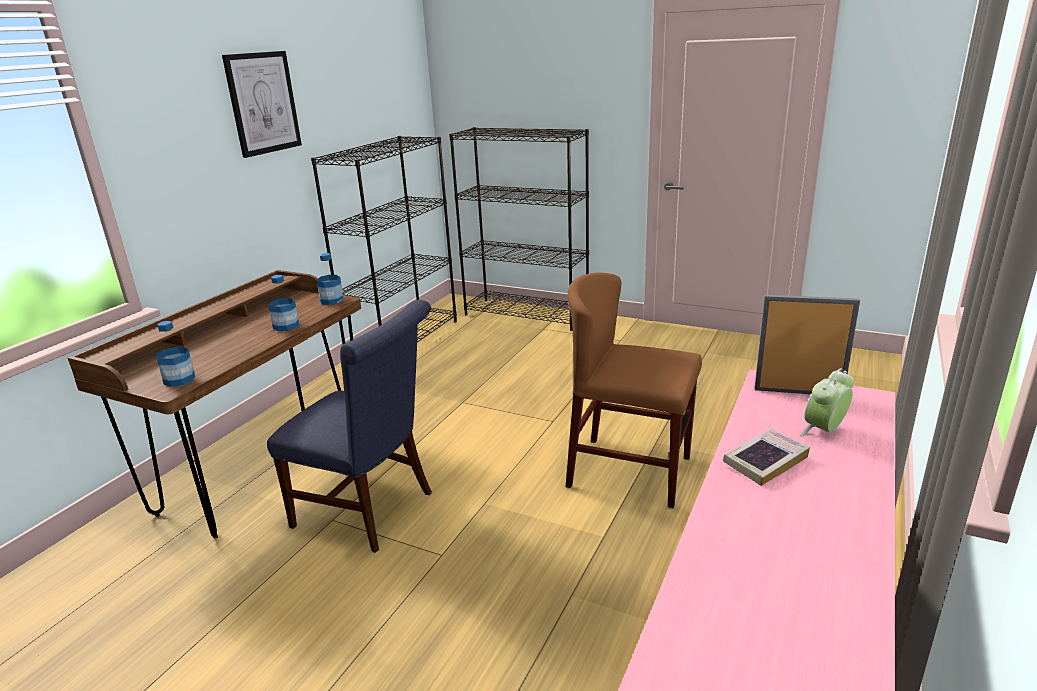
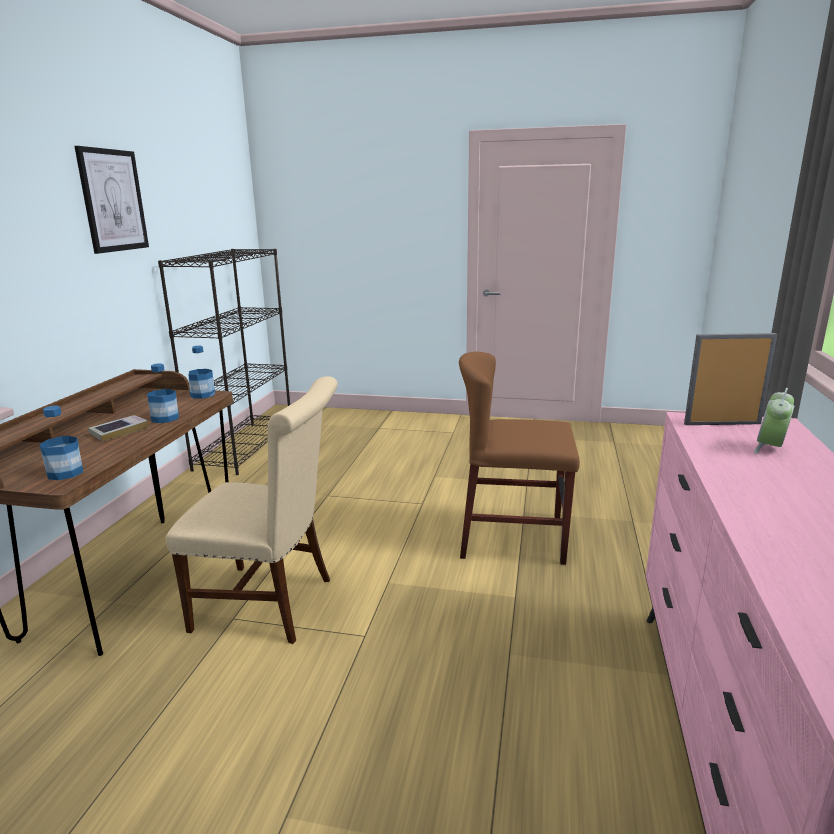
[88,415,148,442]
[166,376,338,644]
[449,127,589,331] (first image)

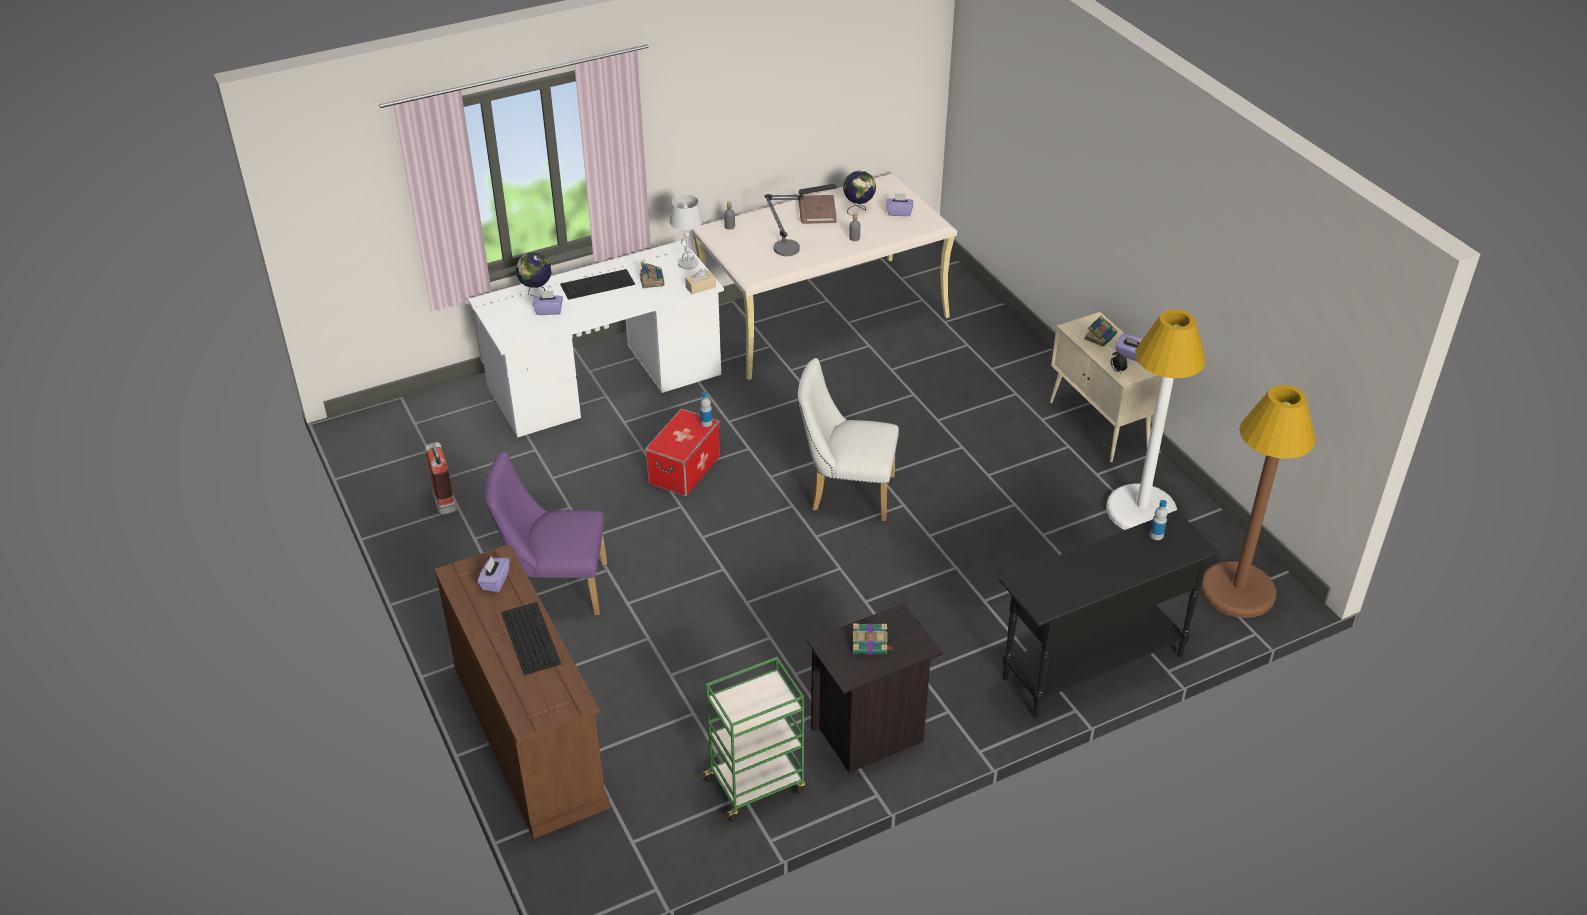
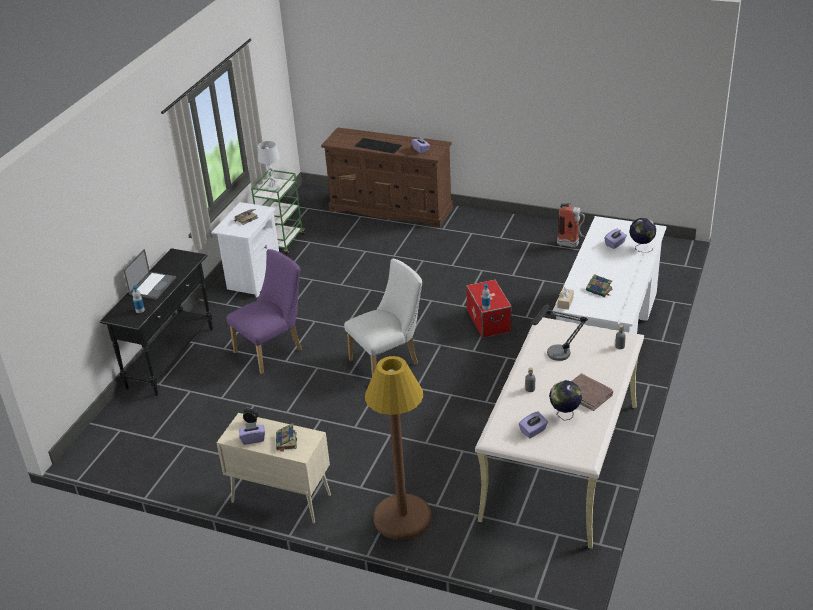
[123,249,176,299]
[211,202,279,297]
[226,249,302,374]
[258,141,280,191]
[365,356,432,540]
[560,269,635,300] (first image)
[1106,309,1206,530] (first image)

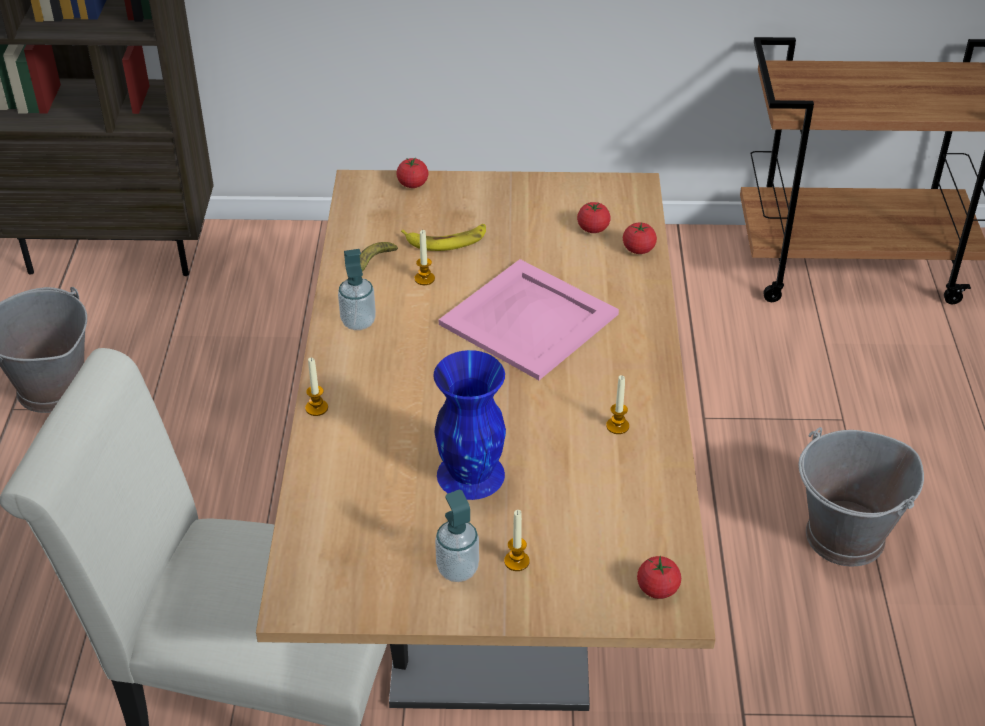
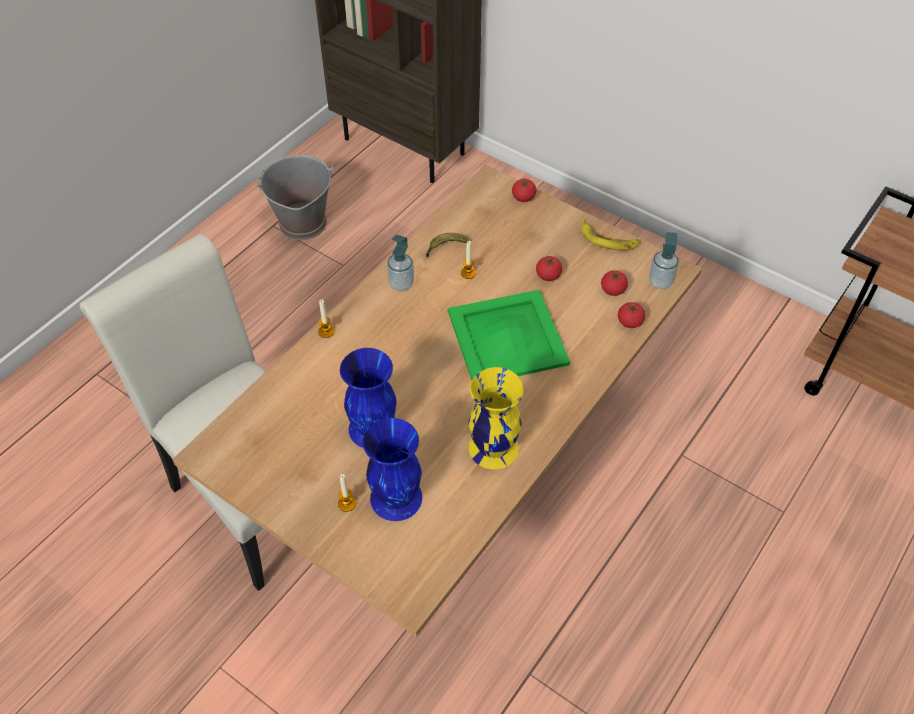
[363,418,422,521]
[448,290,570,380]
[469,367,524,469]
[536,255,562,281]
[581,219,641,251]
[649,232,679,289]
[798,427,924,567] (first image)

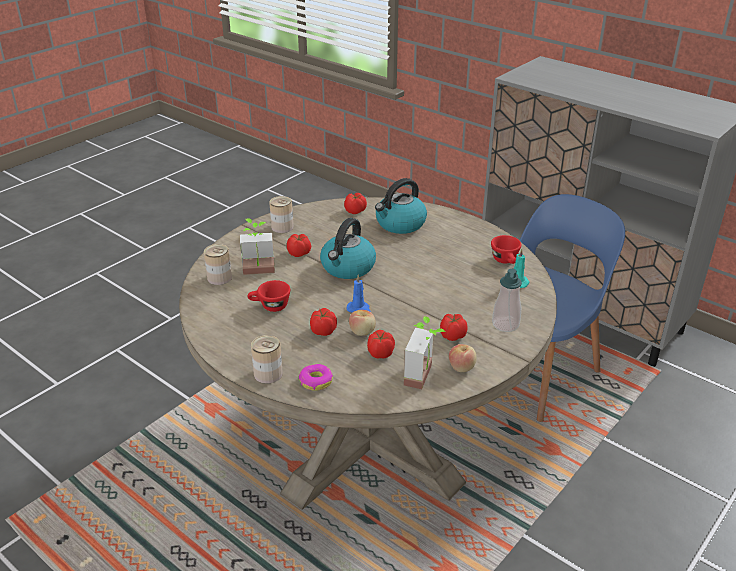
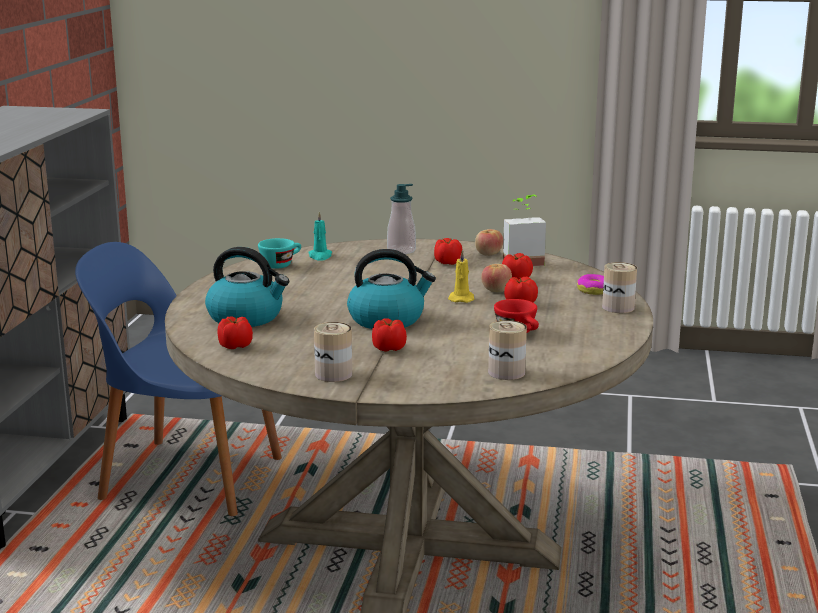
[258,238,301,269]
[448,250,474,303]
[240,218,275,275] (first image)

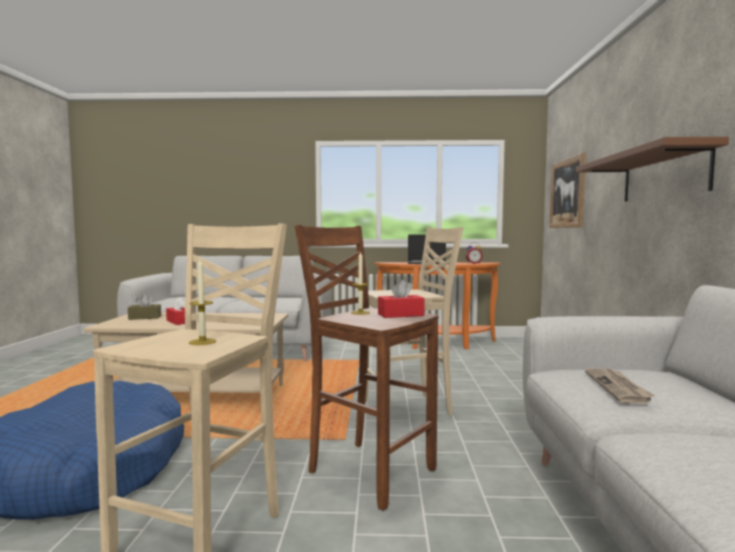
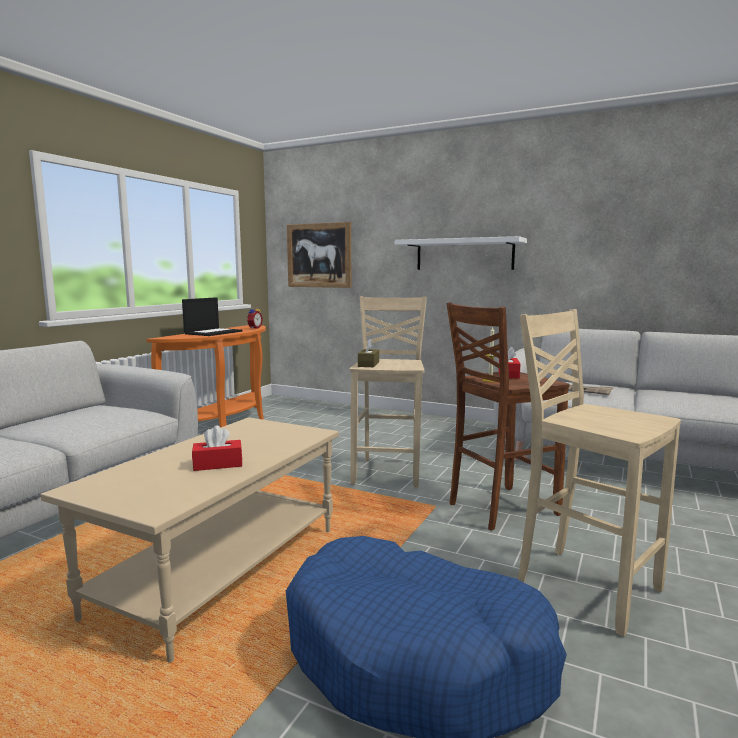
[358,339,379,367]
[395,236,527,270]
[189,259,216,345] (first image)

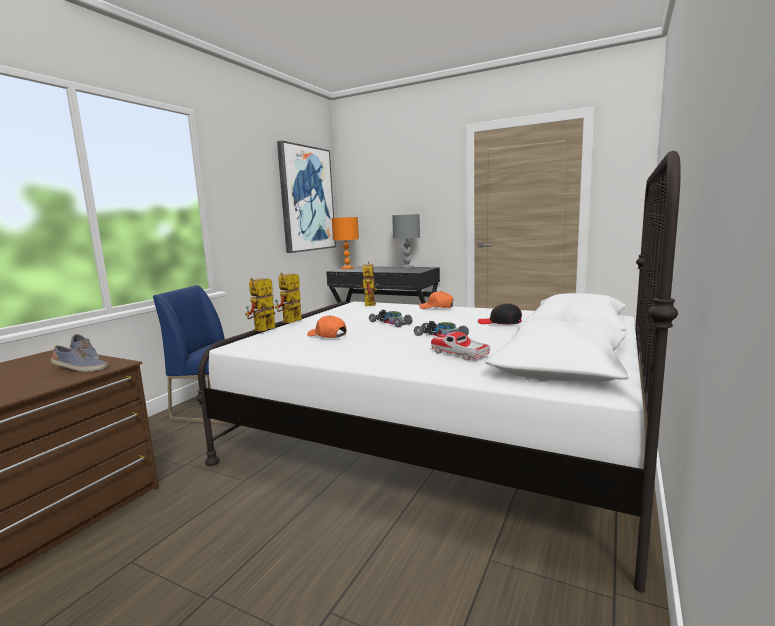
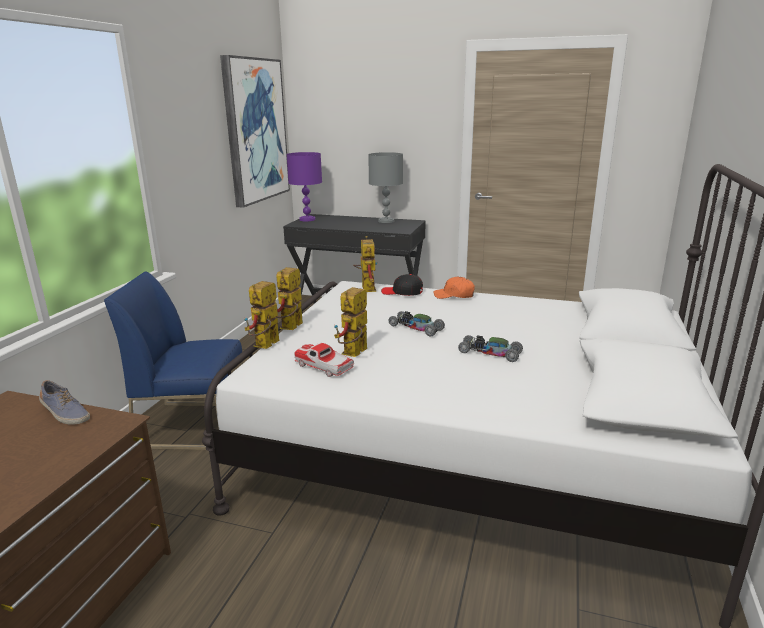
[287,152,322,221]
[294,343,354,377]
[334,287,367,357]
[381,274,423,296]
[51,345,108,372] (first image)

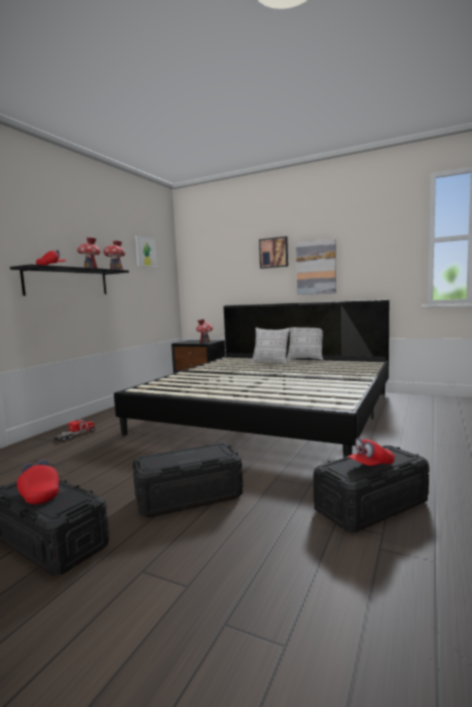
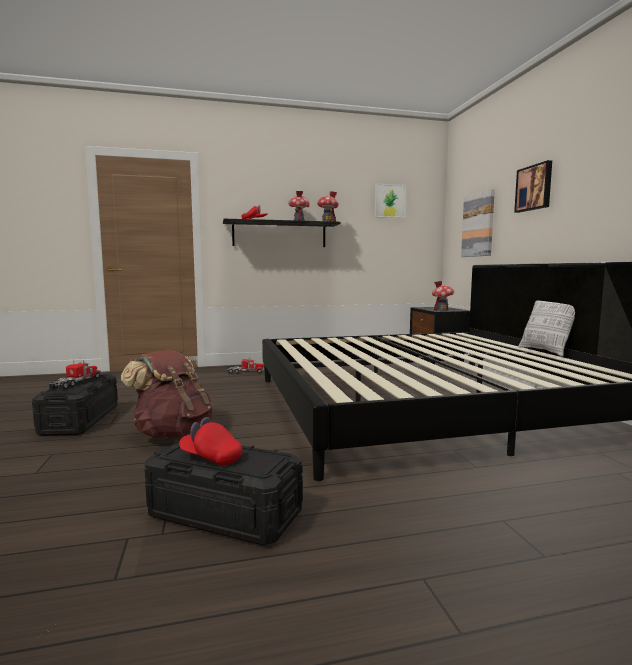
[49,360,101,390]
[121,350,212,439]
[461,189,495,257]
[251,327,290,364] (first image)

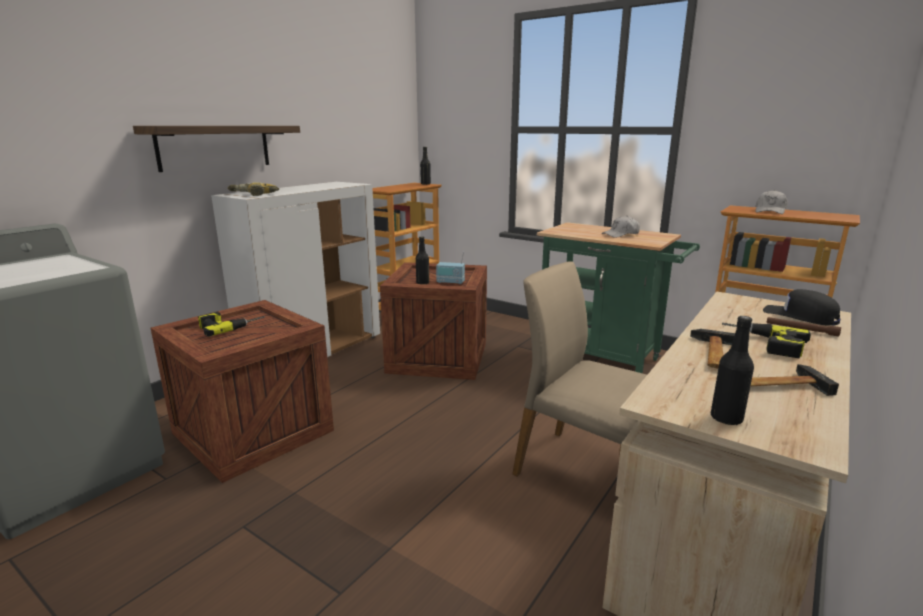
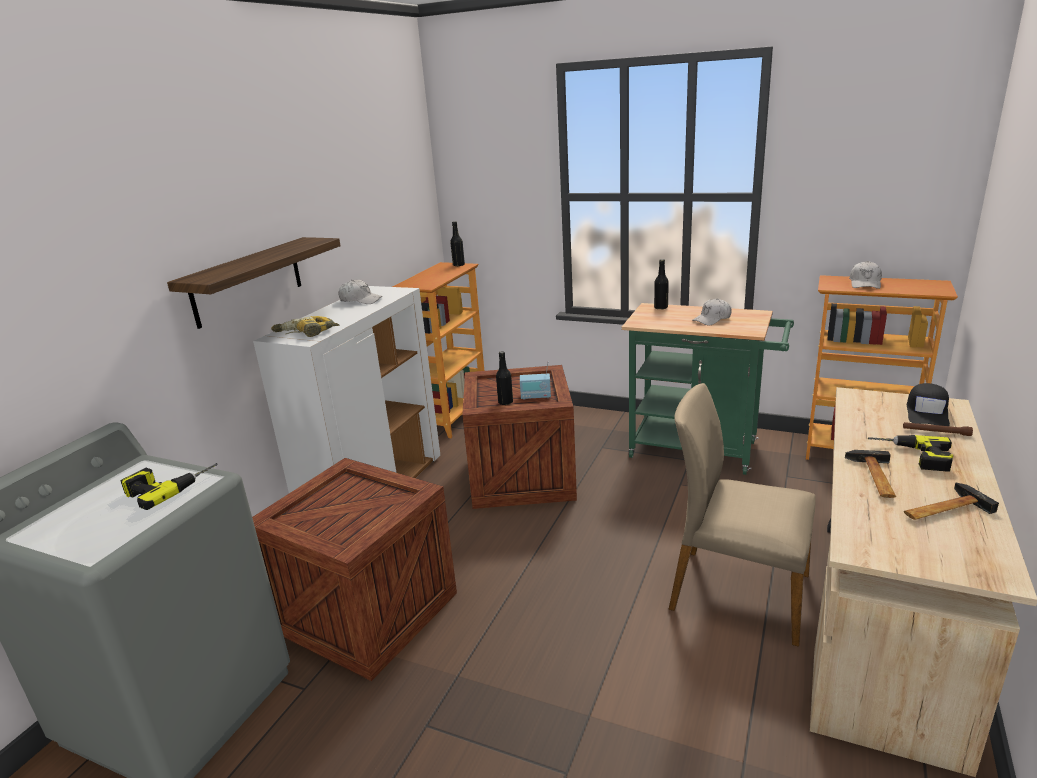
[120,463,218,510]
[339,280,383,304]
[654,259,669,310]
[907,383,950,426]

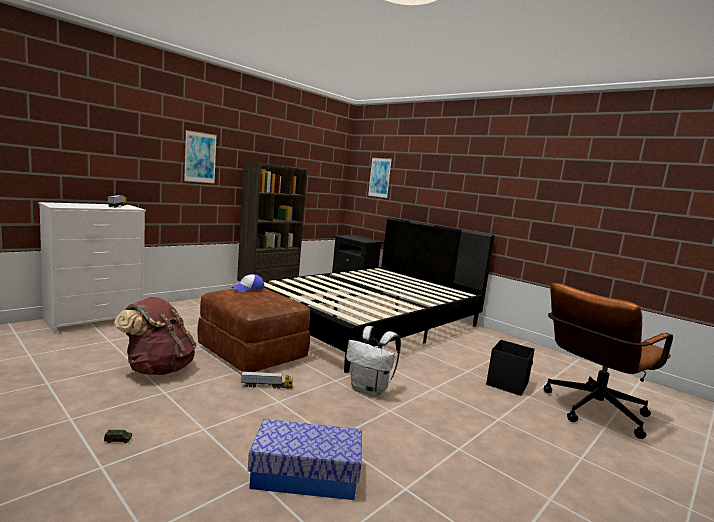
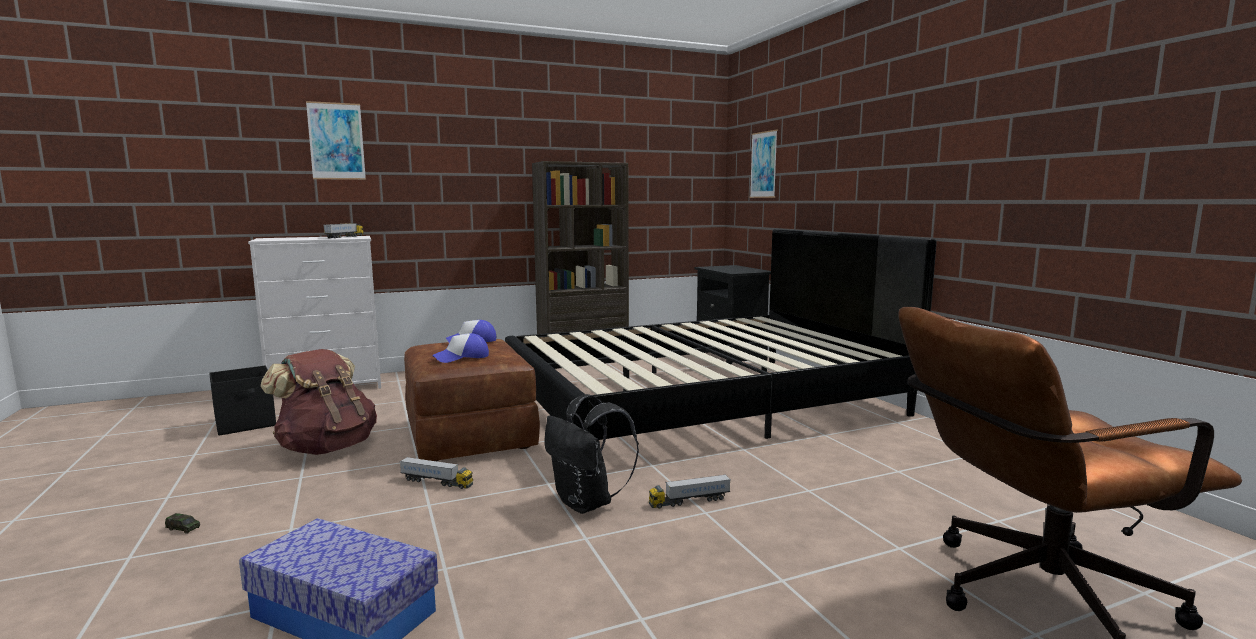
[209,365,276,436]
[306,101,366,180]
[432,333,489,363]
[545,394,639,514]
[649,474,731,509]

